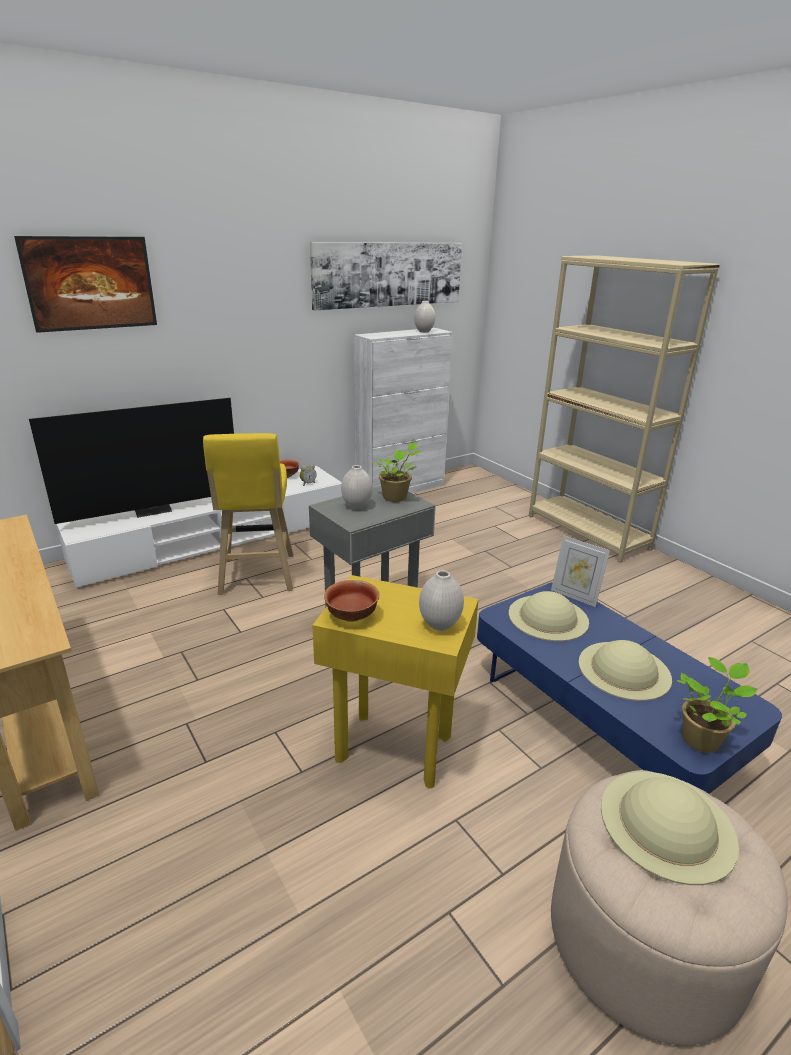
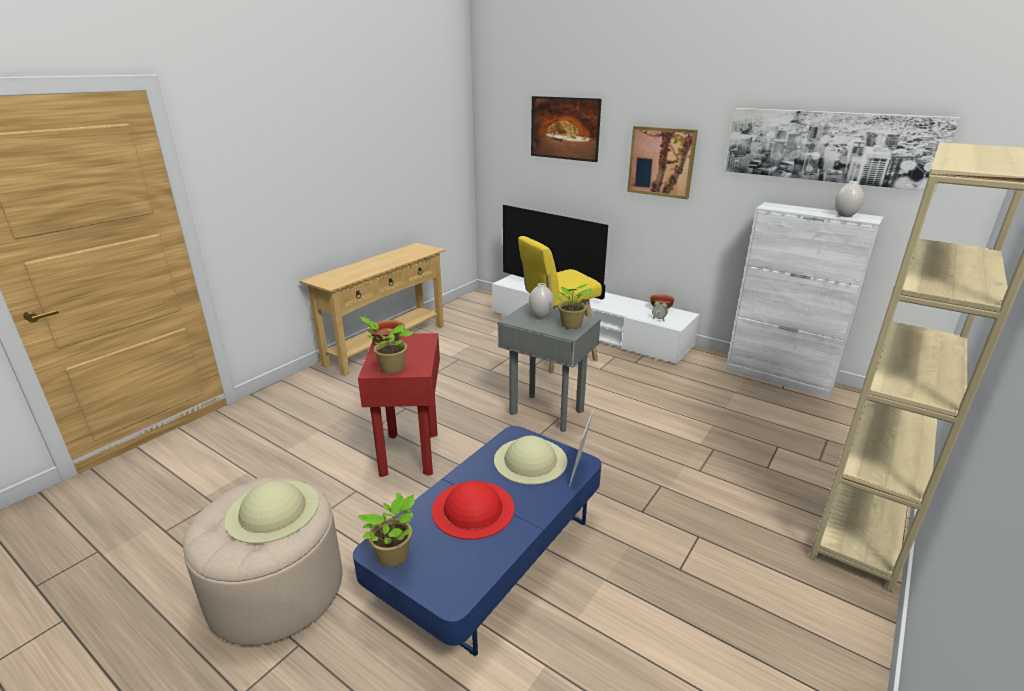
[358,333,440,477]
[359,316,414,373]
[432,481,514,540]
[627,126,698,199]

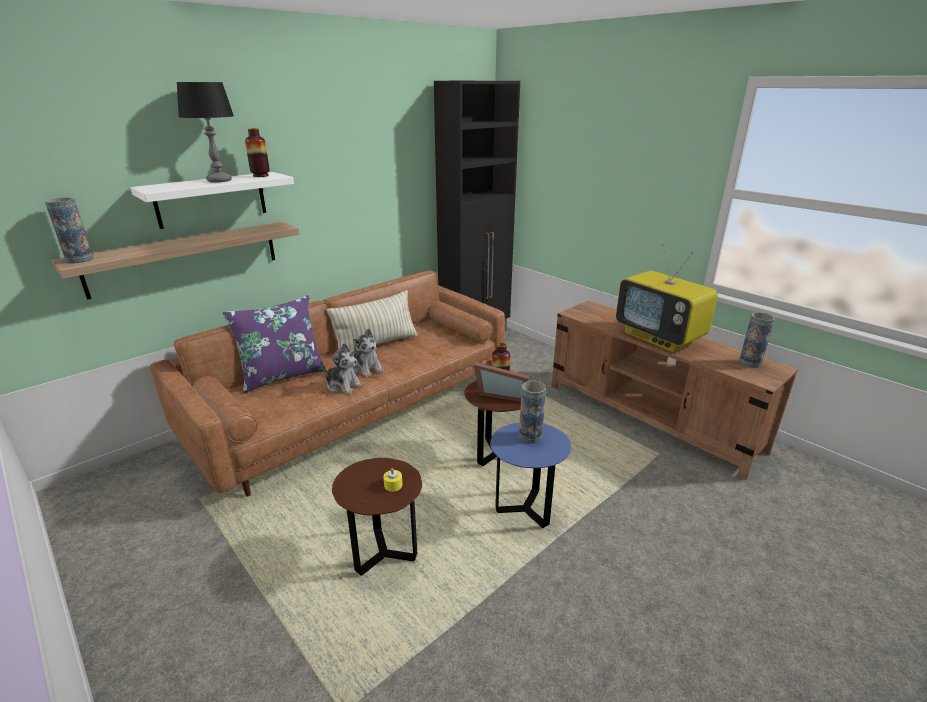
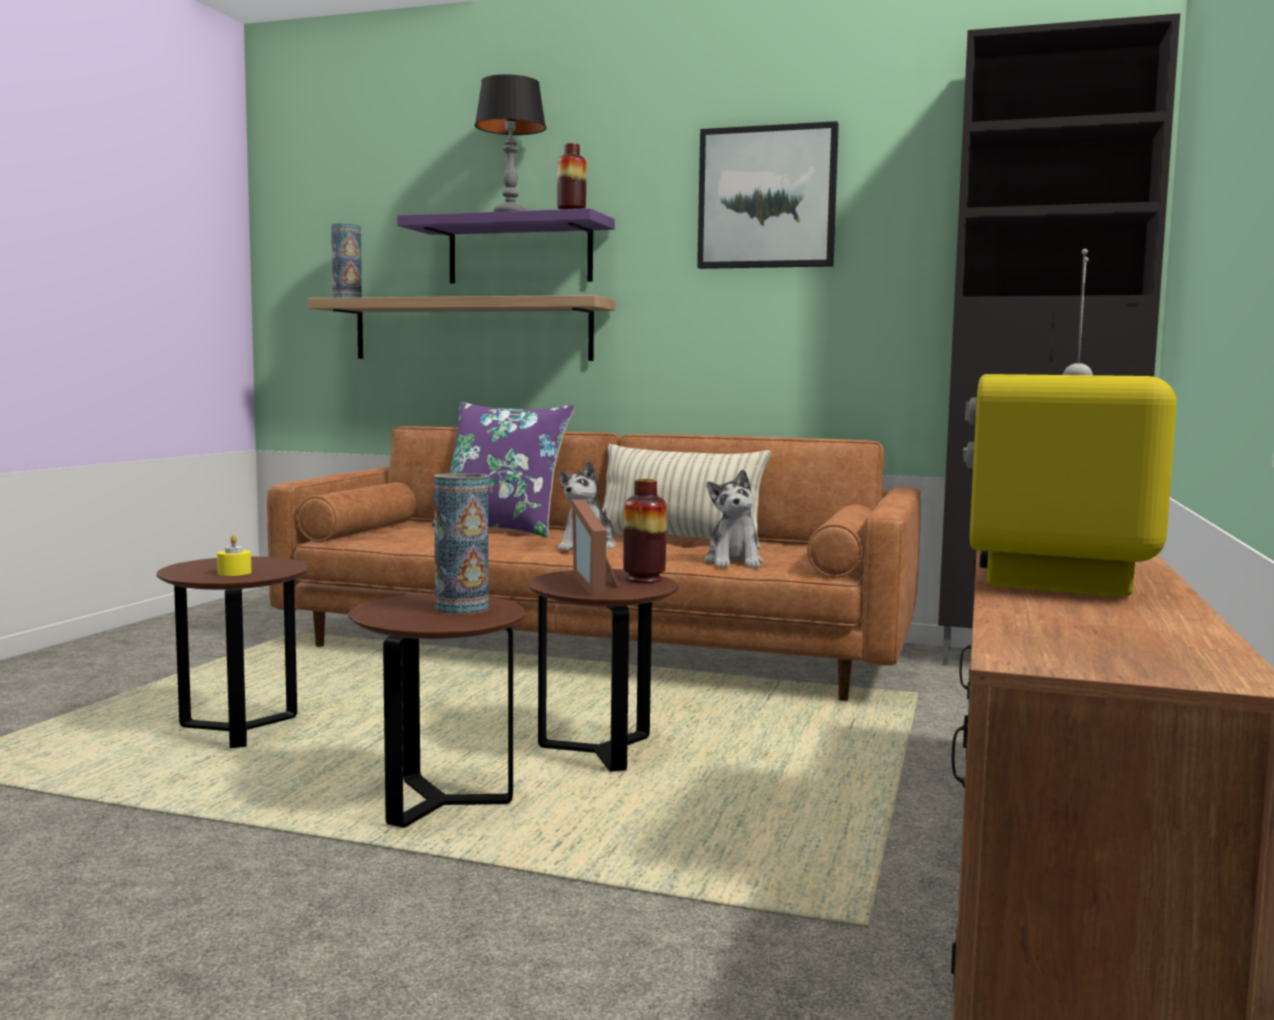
[348,593,526,828]
[397,208,615,284]
[697,121,839,269]
[704,470,763,568]
[739,312,775,368] (first image)

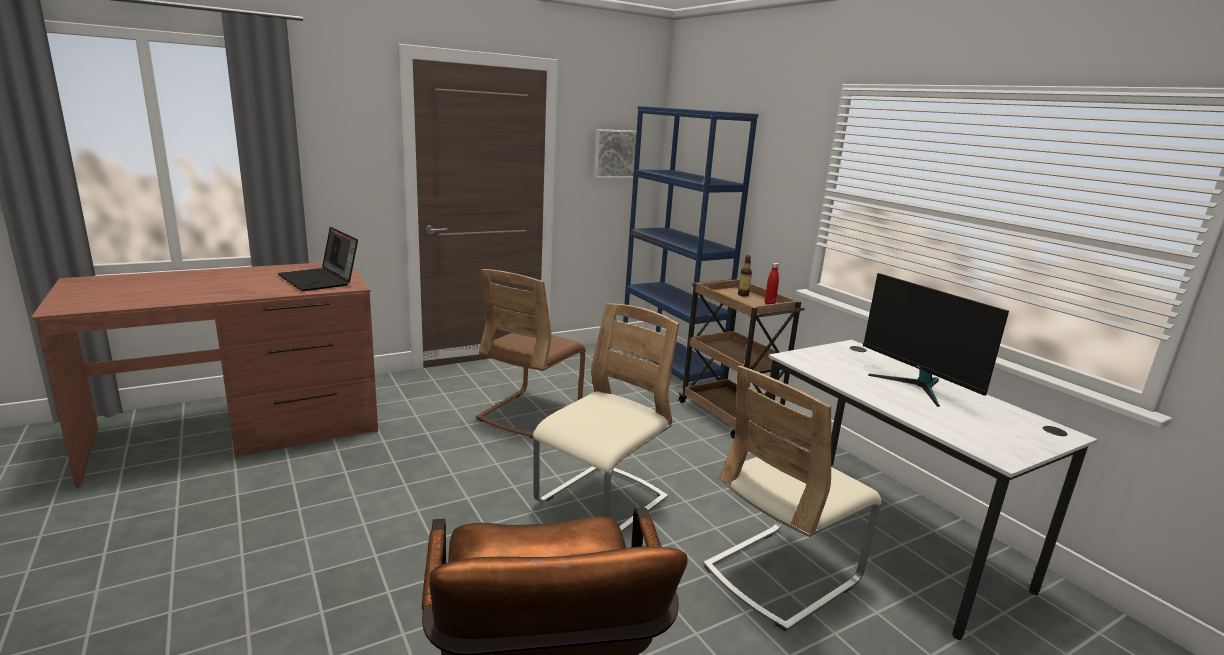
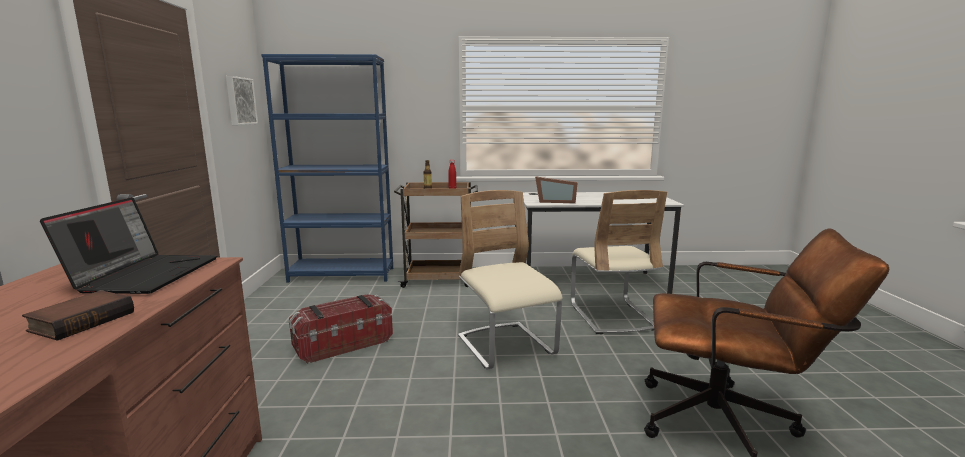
[22,290,134,340]
[40,197,217,294]
[289,295,393,364]
[535,176,577,203]
[863,273,1009,407] (first image)

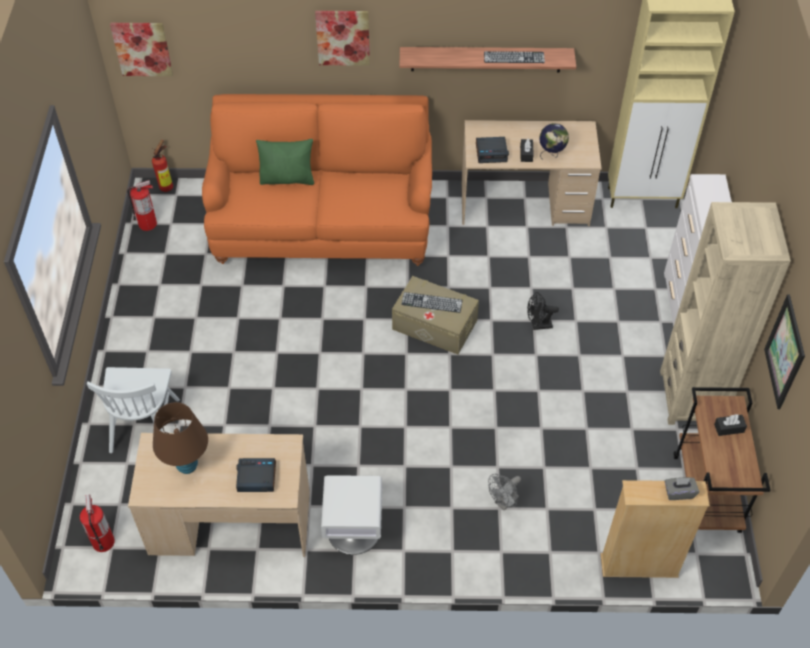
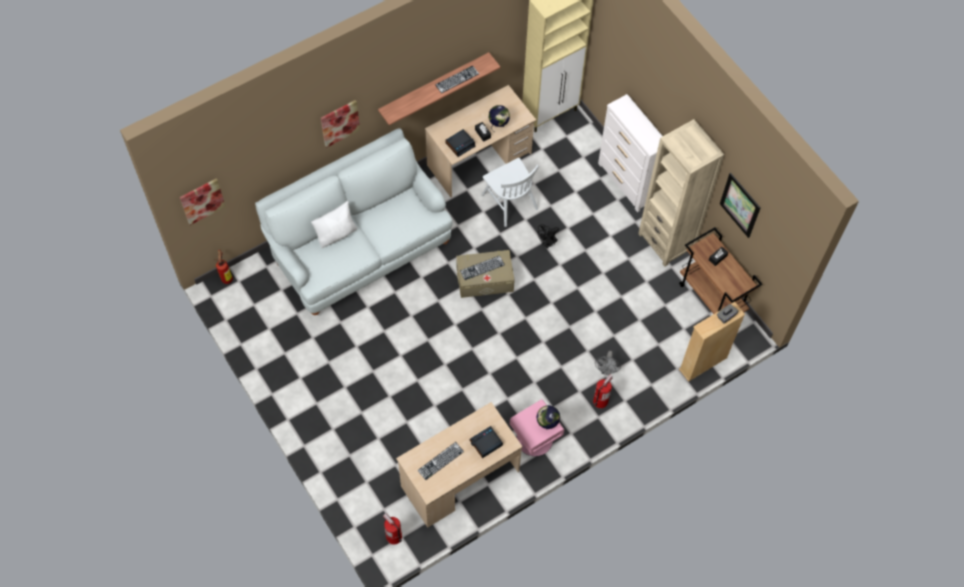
[255,128,452,315]
[311,201,357,248]
[418,442,464,480]
[481,158,539,227]
[510,399,564,456]
[536,405,560,429]
[593,375,613,408]

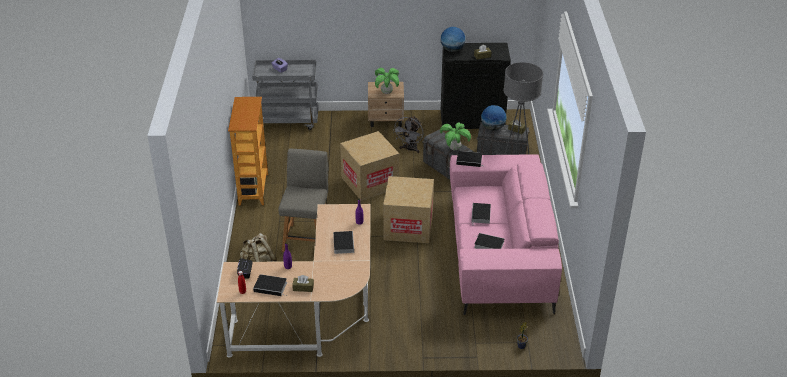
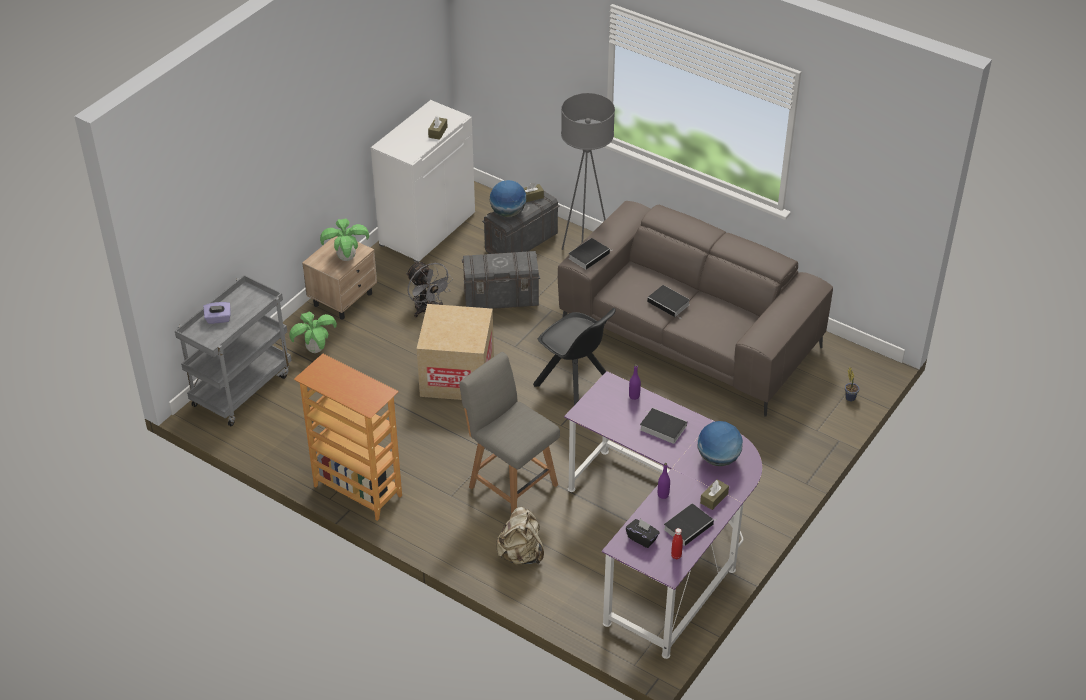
[289,312,337,353]
[371,100,475,262]
[533,308,616,405]
[558,201,833,416]
[564,371,762,659]
[698,421,743,466]
[474,233,504,249] (first image)

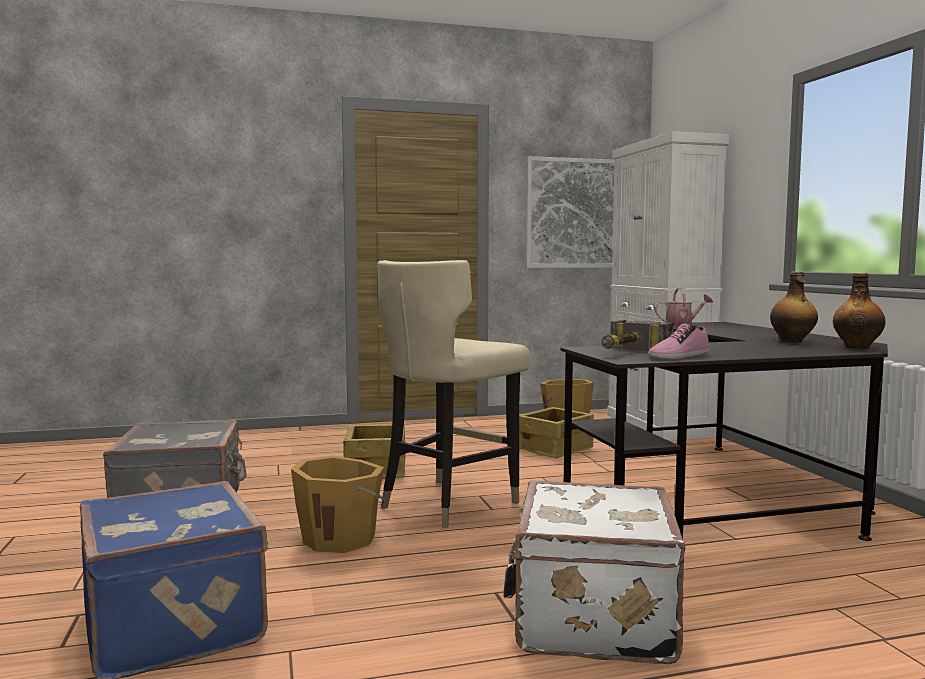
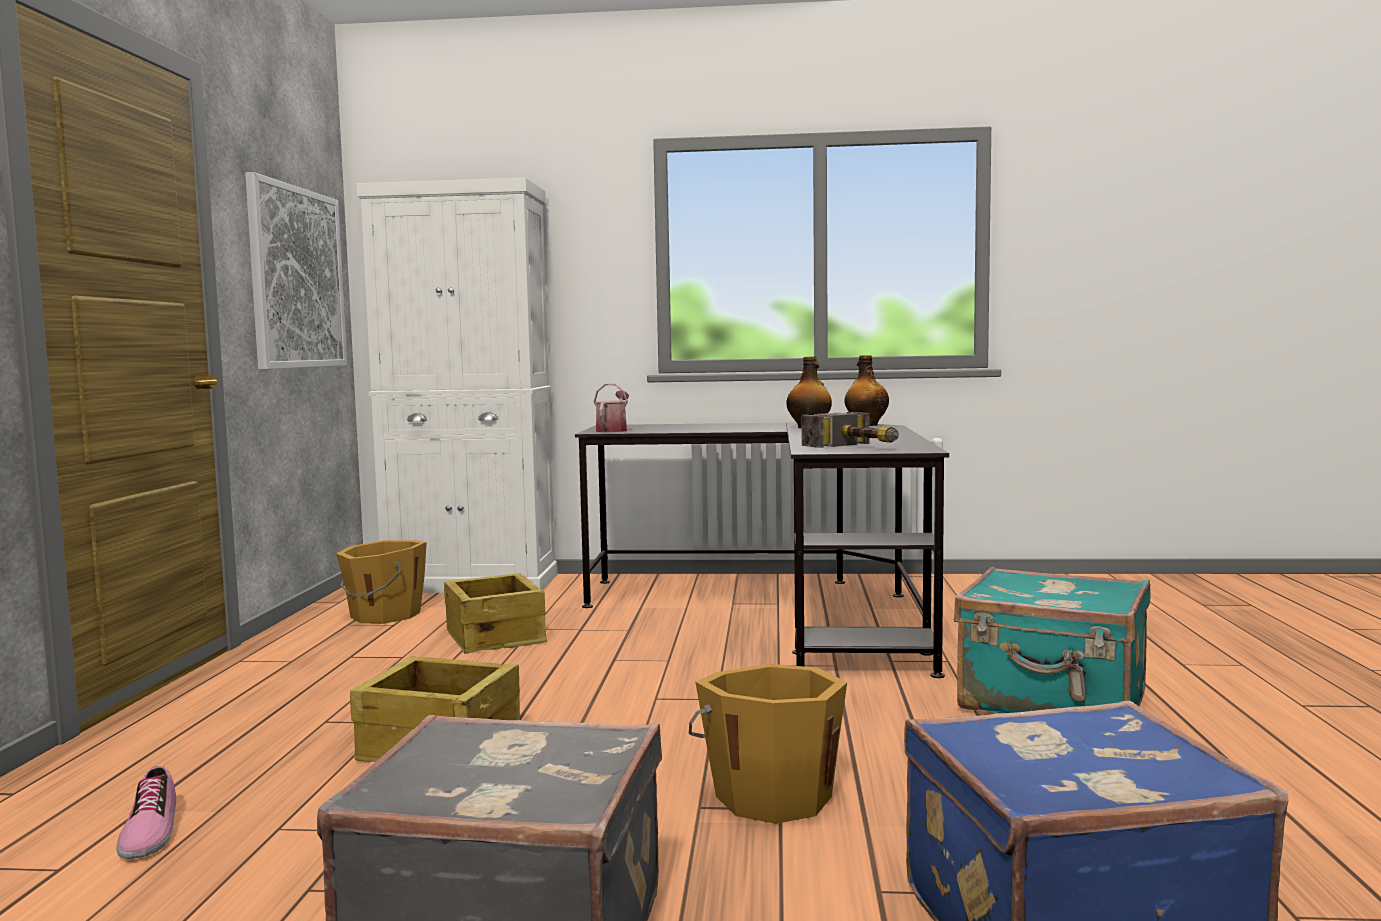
[116,766,176,859]
[954,567,1151,713]
[377,260,530,528] (first image)

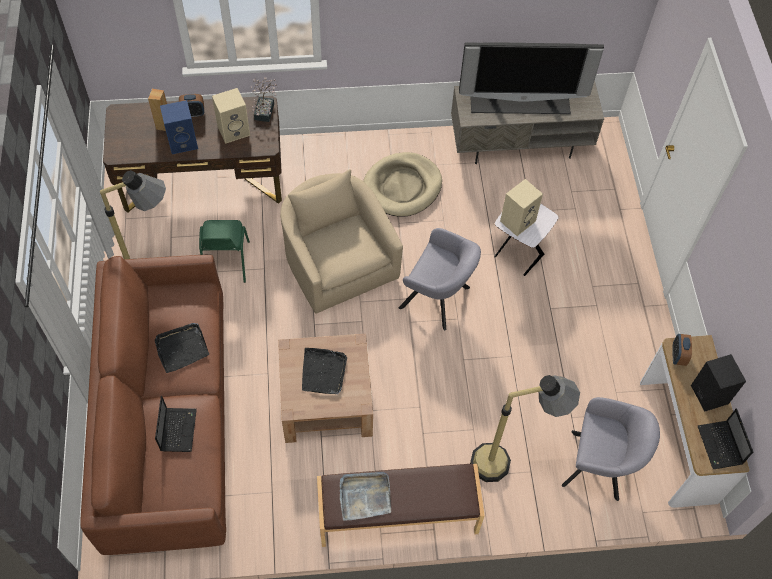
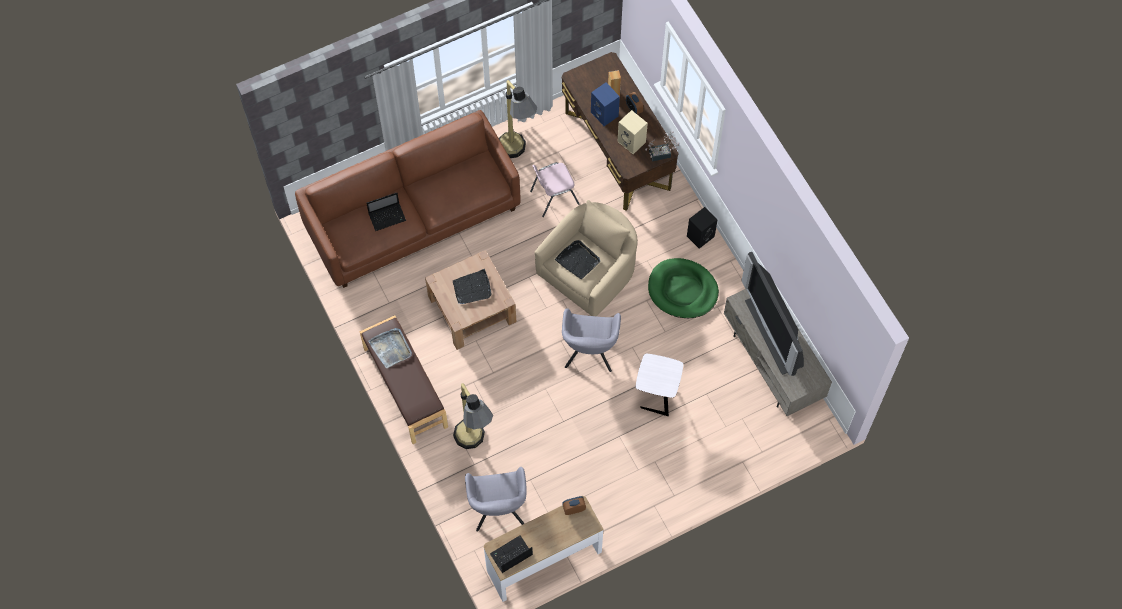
[530,162,579,217]
[555,240,600,279]
[648,258,719,318]
[687,207,718,249]
[500,179,543,236] (first image)

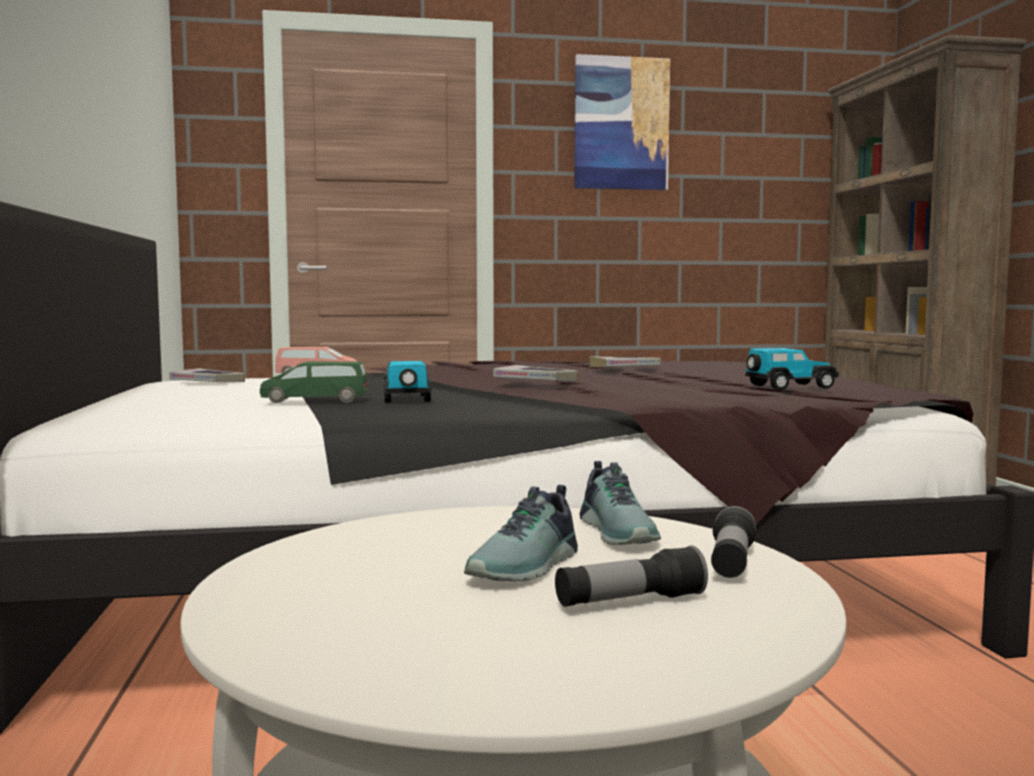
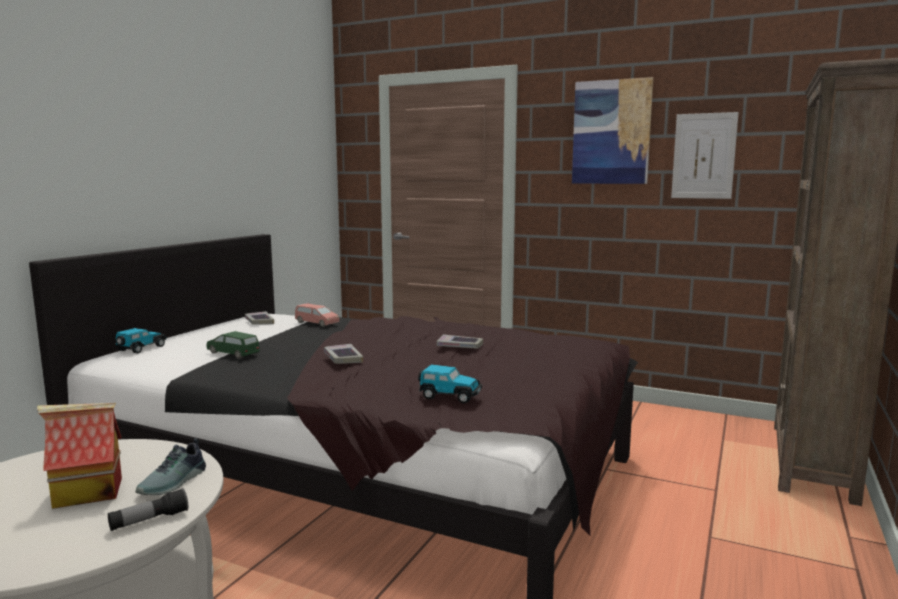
[37,403,122,509]
[115,328,167,353]
[671,112,739,199]
[555,545,708,607] (first image)

